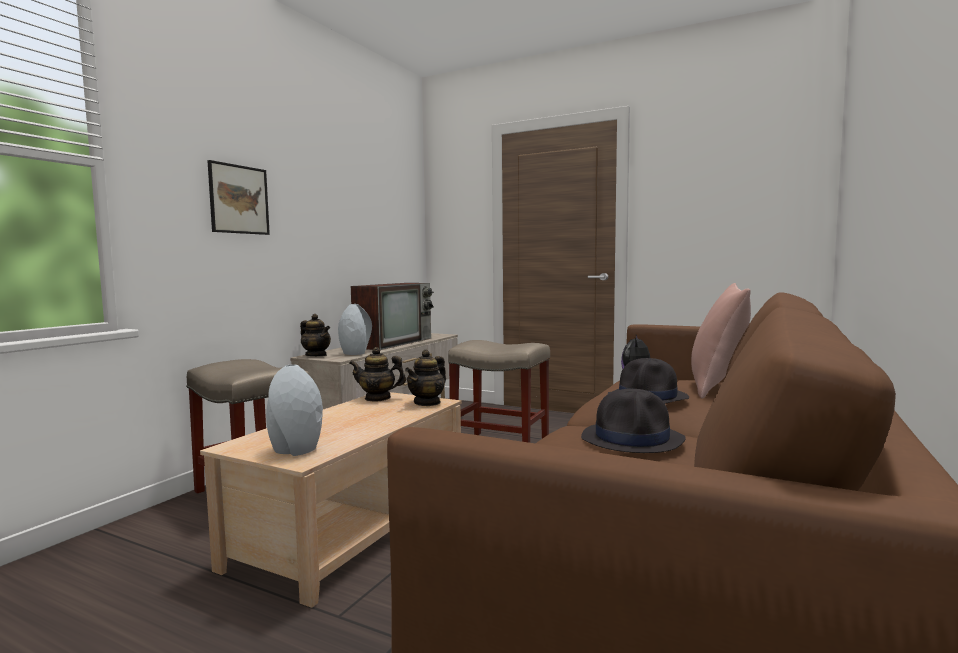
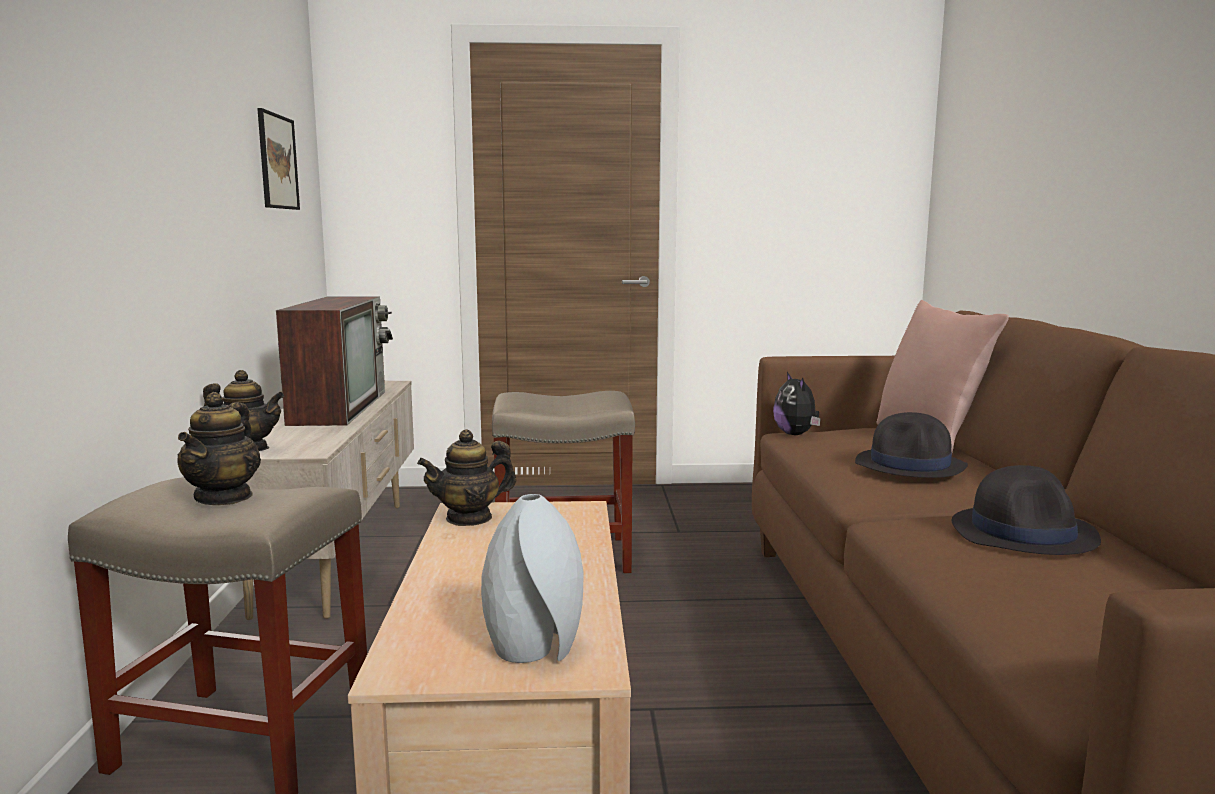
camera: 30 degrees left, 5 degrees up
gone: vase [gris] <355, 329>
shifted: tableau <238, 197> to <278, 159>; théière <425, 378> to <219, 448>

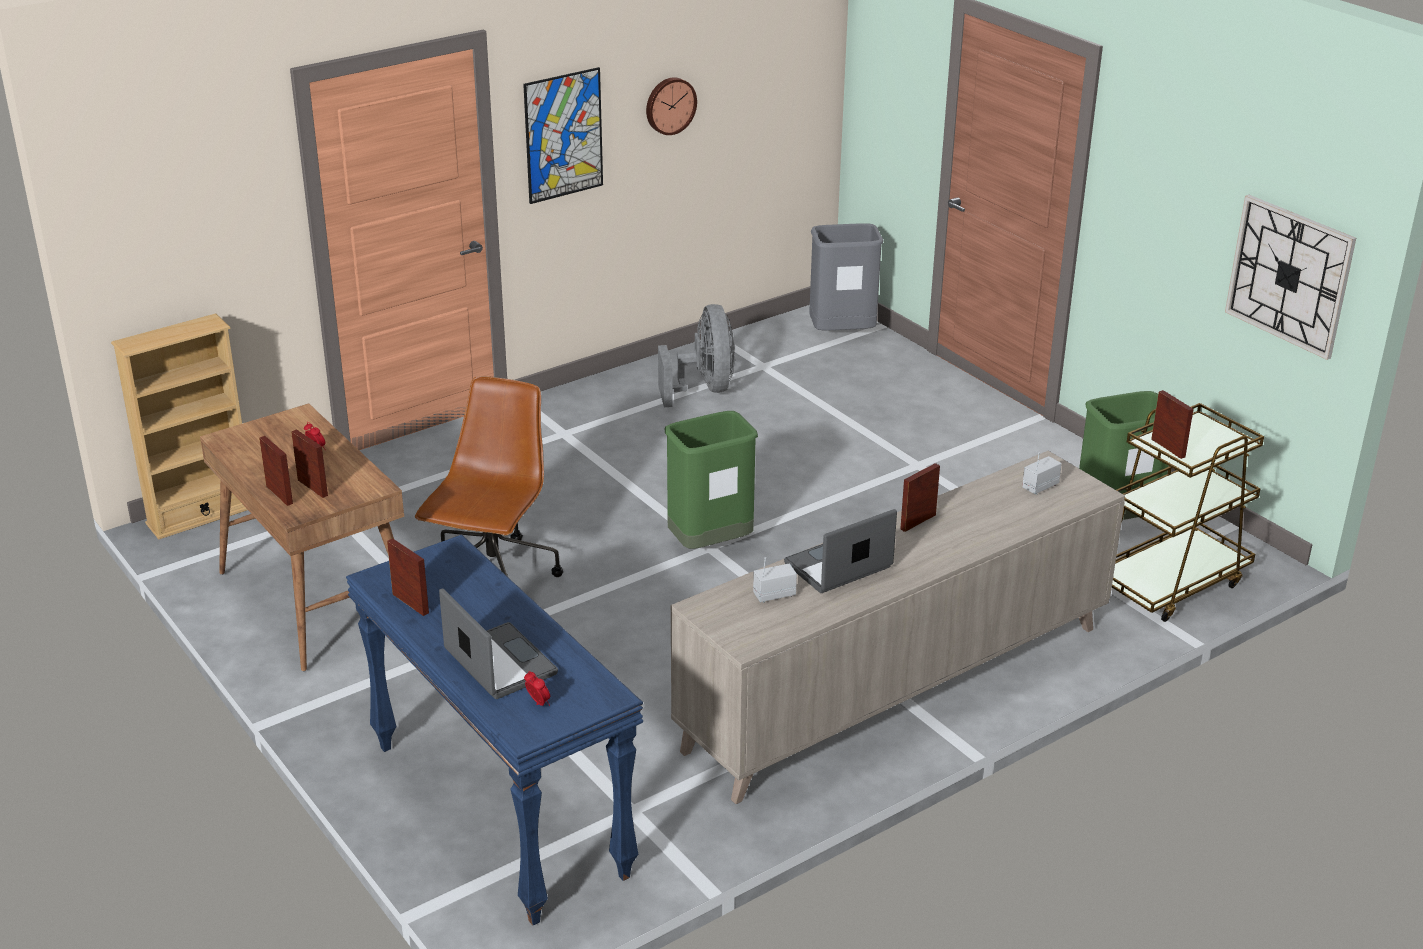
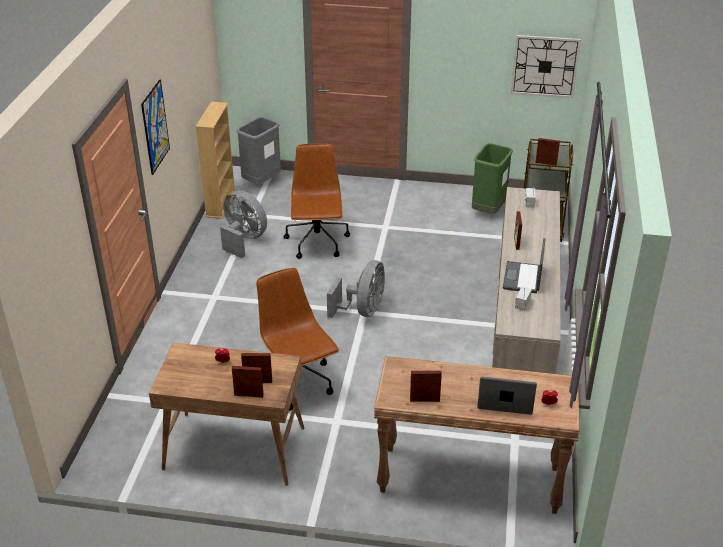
camera: 45 degrees left, 5 degrees up
gone: horloge murale <671, 106>
new: chaise de bureau [marron] <316, 201>
shifted: bibliothèque [beige] <179, 427> to <215, 160>
swapped: poubelle [vert] <711, 480> to ventilateur [gris] <356, 289>
repainted: table console [bleu] <494, 730> to table console [marron] <477, 435>

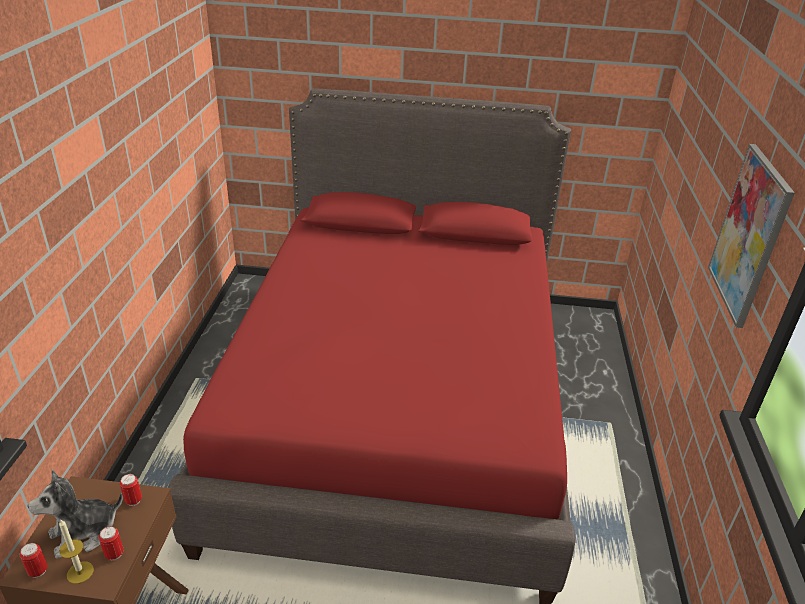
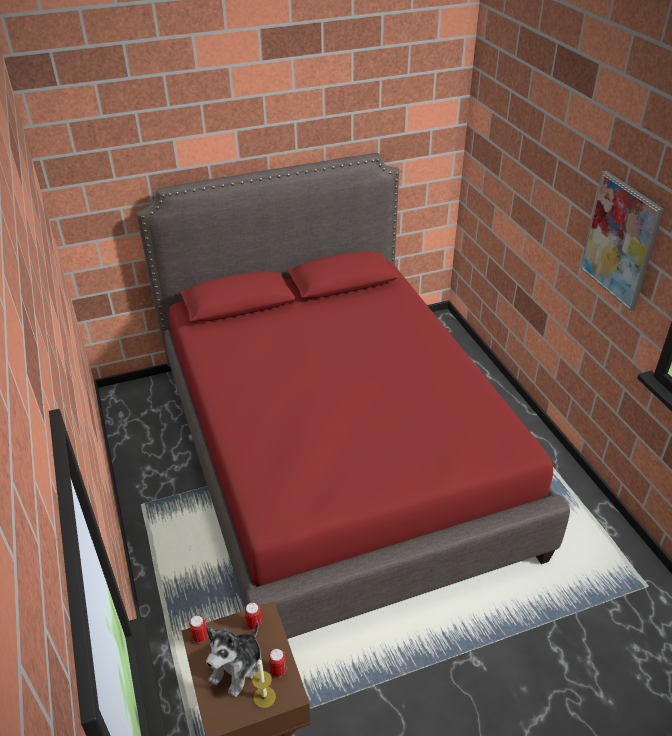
camera: 25 degrees left, 5 degrees up
shifted: boîte métallique <33, 560> to <198, 629>

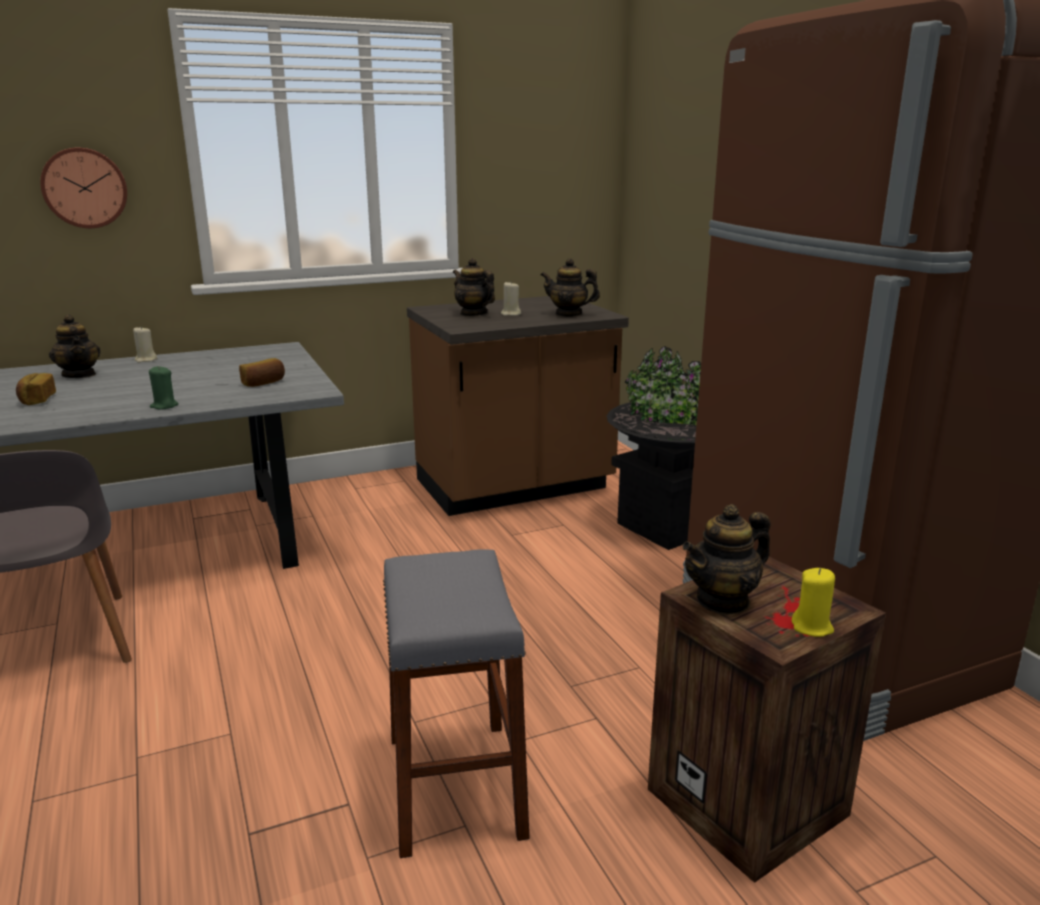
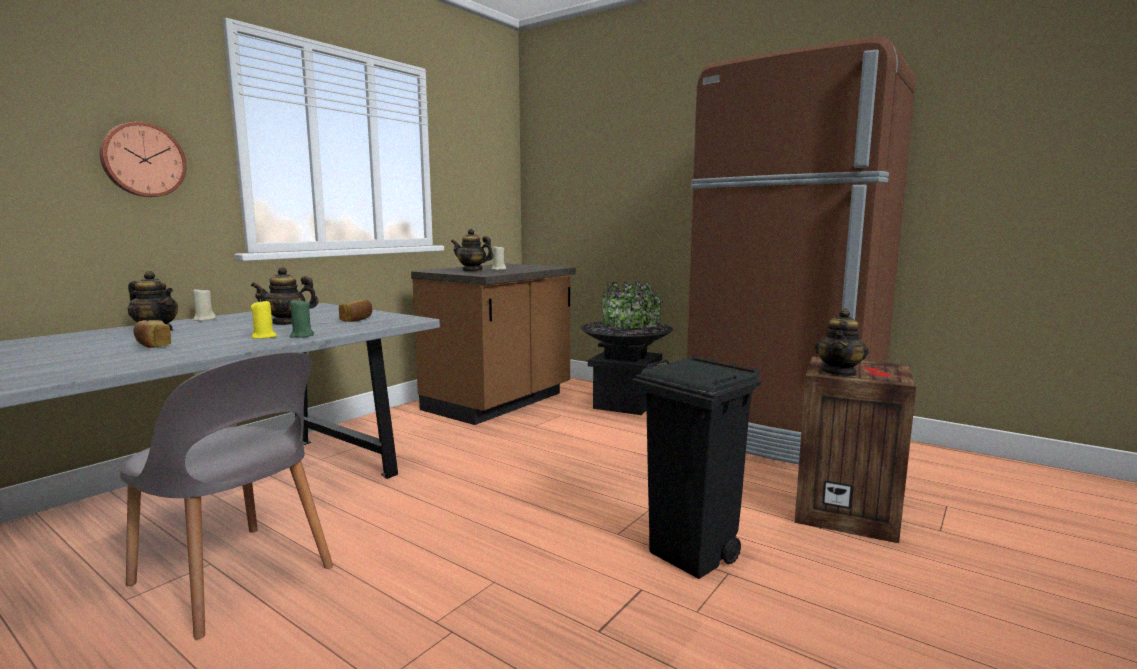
camera: 30 degrees left, 10 degrees down
shifted: théière <570, 287> to <285, 296>; bougie [jaune] <813, 602> to <264, 319>
swapped: tabouret [gris] <456, 703> to poubelle [noir] <697, 467>

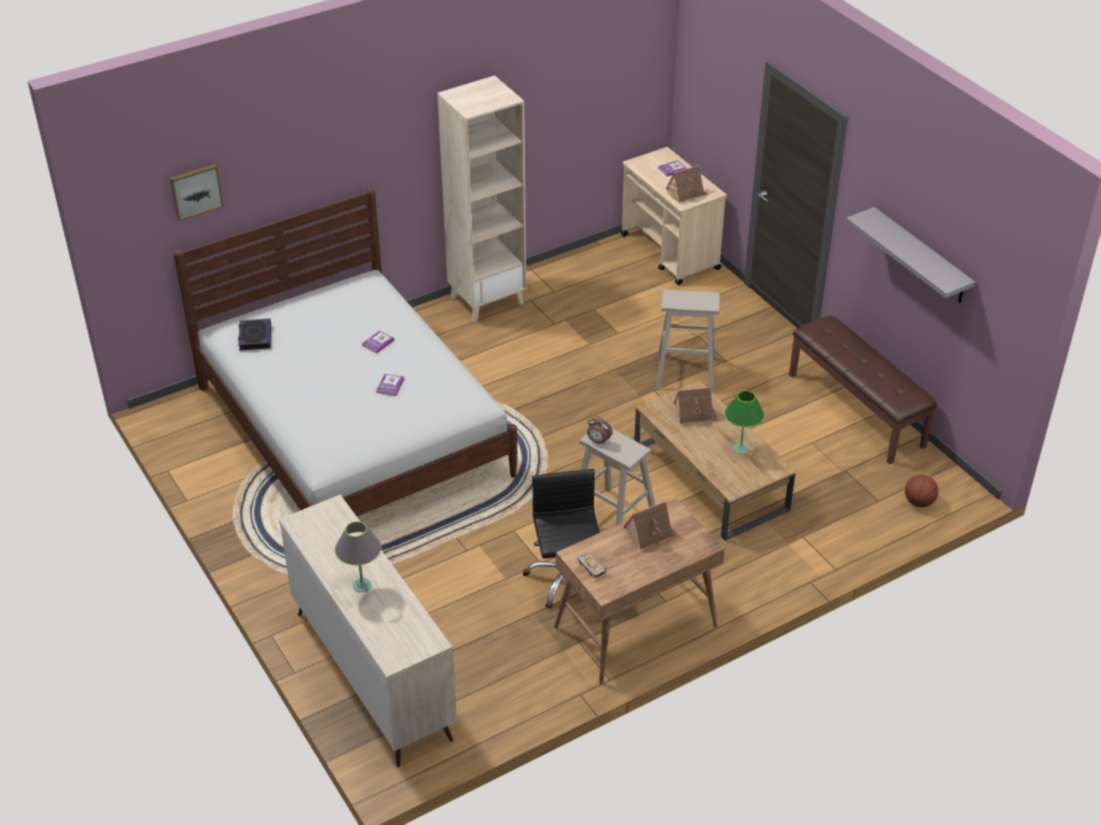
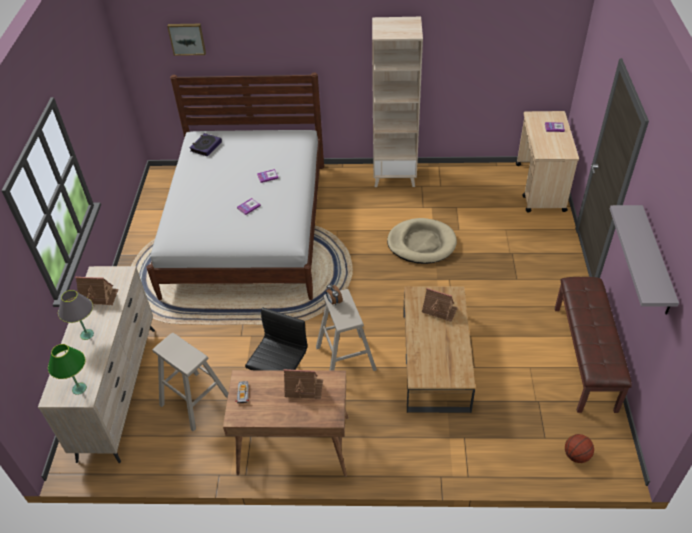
camera: 35 degrees right, 5 degrees up
new: panier pour chien [beige] <422, 241>
shifted: tabouret [beige] <688, 341> to <190, 382>; maison miniature <687, 184> to <97, 292>; lampe de table [vert] <744, 422> to <67, 369>

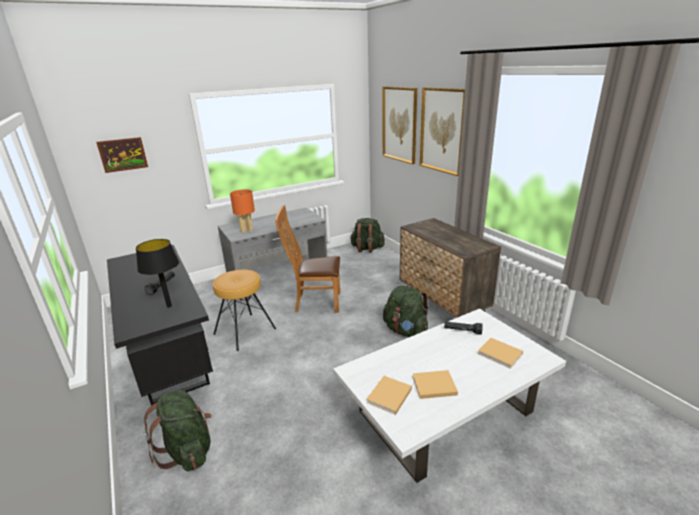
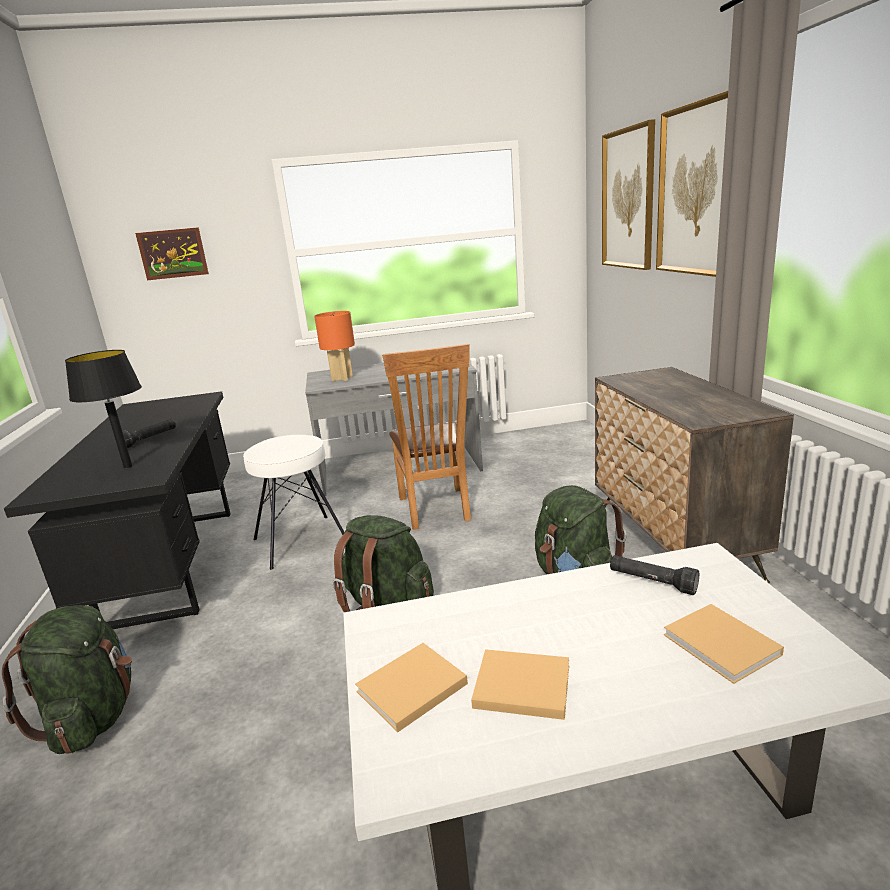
camera: 20 degrees right, 5 degrees down
shifted: sac à dos [vert] <368, 235> to <383, 563>
repainted: tabouret [marron] <244, 310> to tabouret [blanc] <294, 502>
rotated: chaise [marron] <307, 259> = <426, 437> 120 degrees counterclockwise

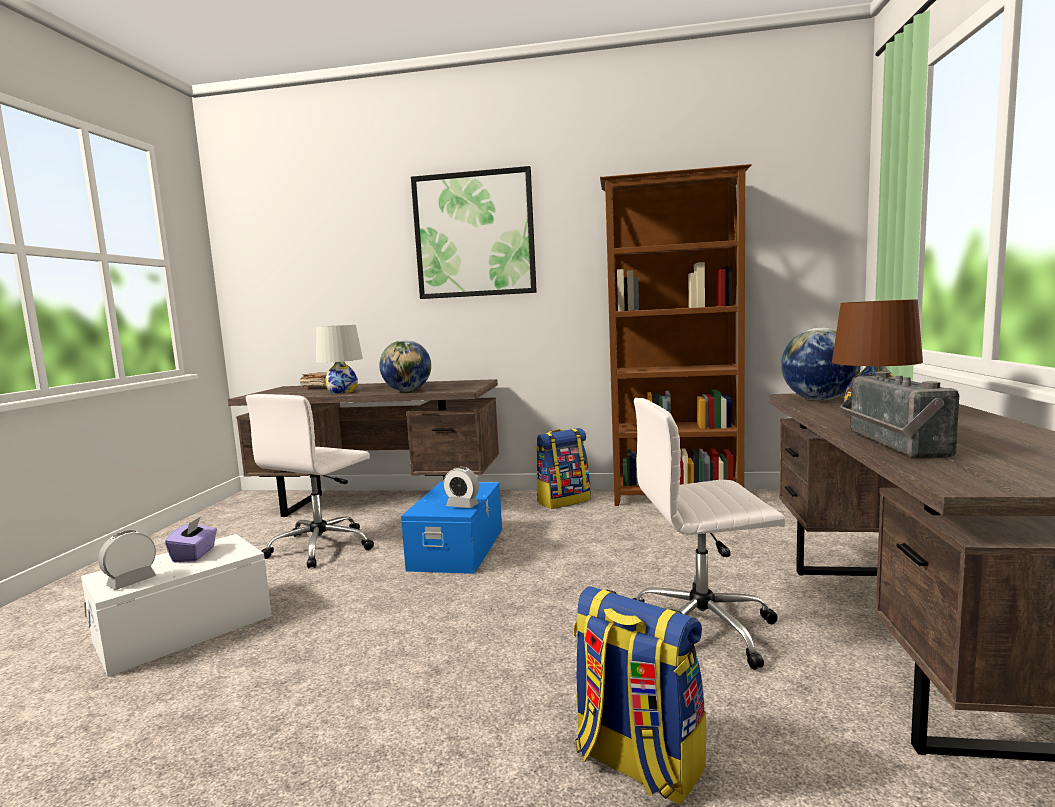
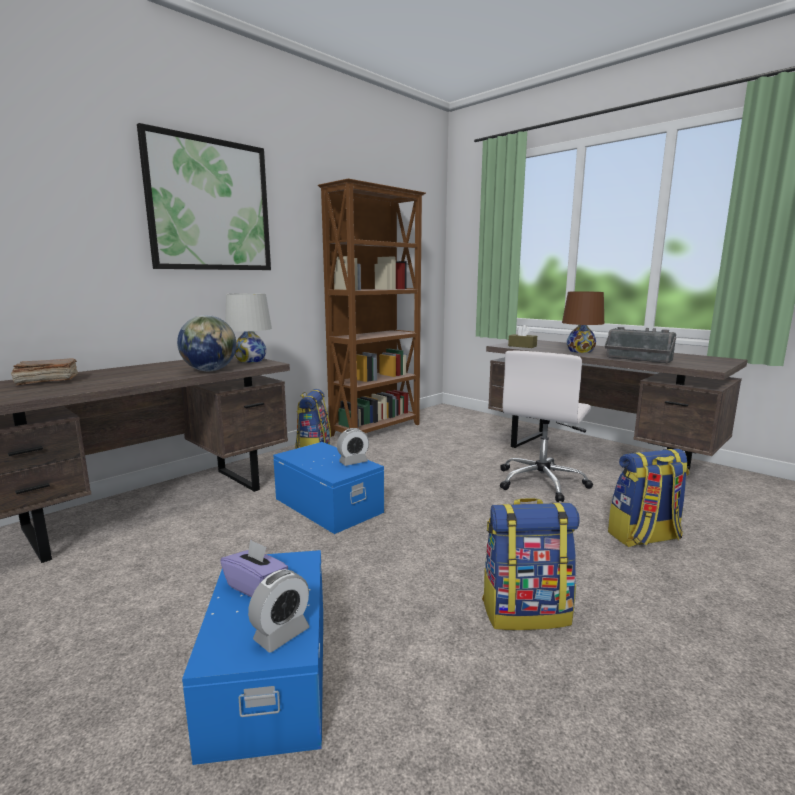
camera: 55 degrees left, 5 degrees up
gone: chaise de bureau [blanc] <310, 481>
new: sac à dos <531, 564>
shifted: lampe de table [blanc] <339, 359> to <248, 328>
swapped: globe <821, 364> to boîte à mouchoirs [marron] <522, 336>
repainted: boîte de rangement [blanc] <176, 605> to boîte de rangement [bleu] <252, 657>
rotated: réveil <127, 560> = <278, 610> 120 degrees counterclockwise

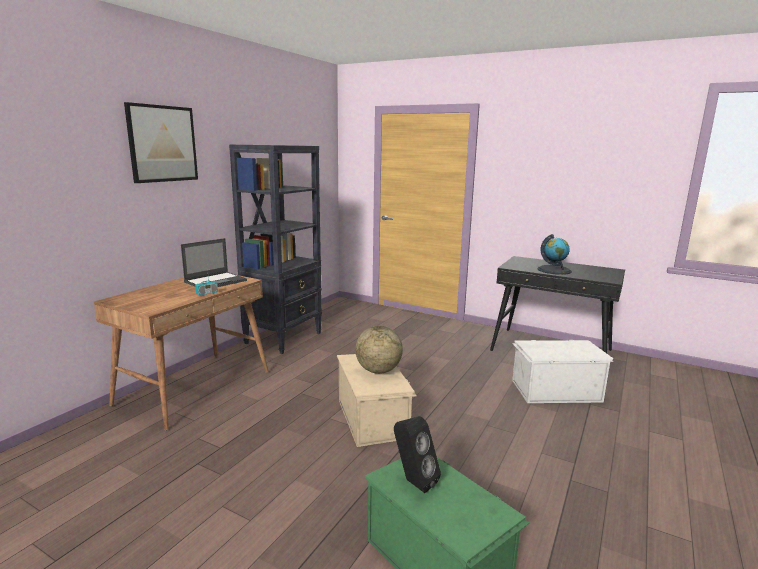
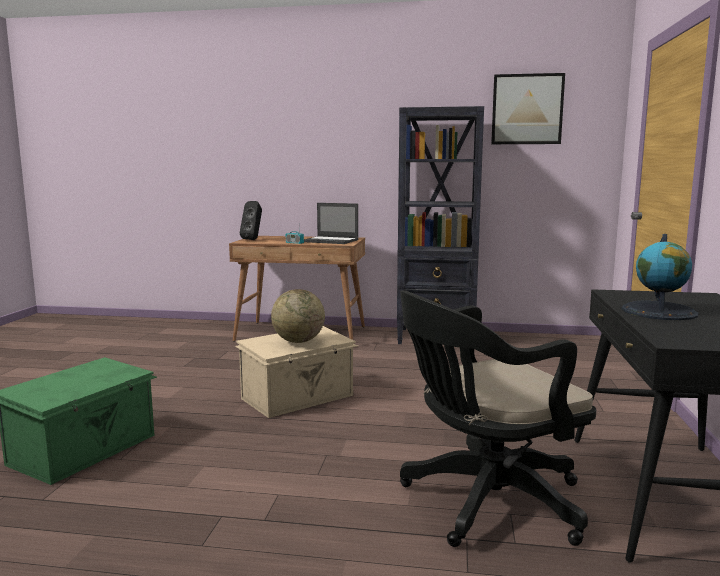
camera: 70 degrees right, 5 degrees down
shifted: tableau <161, 142> to <528, 108>; enceinte [noir] <417, 454> to <251, 220>
swapped: boîte de rangement [blanc] <563, 371> to chaise de bureau [noir] <498, 418>

